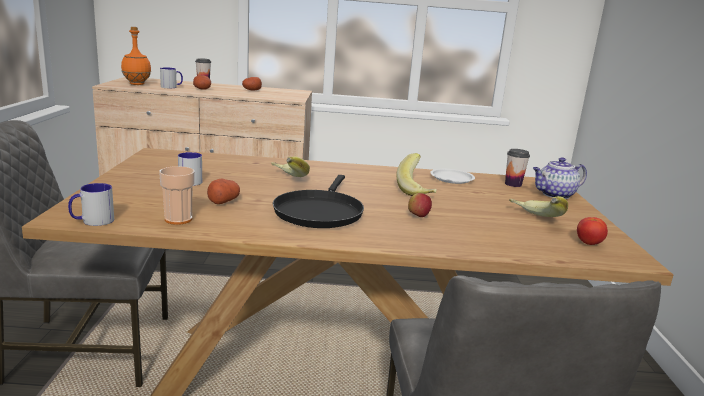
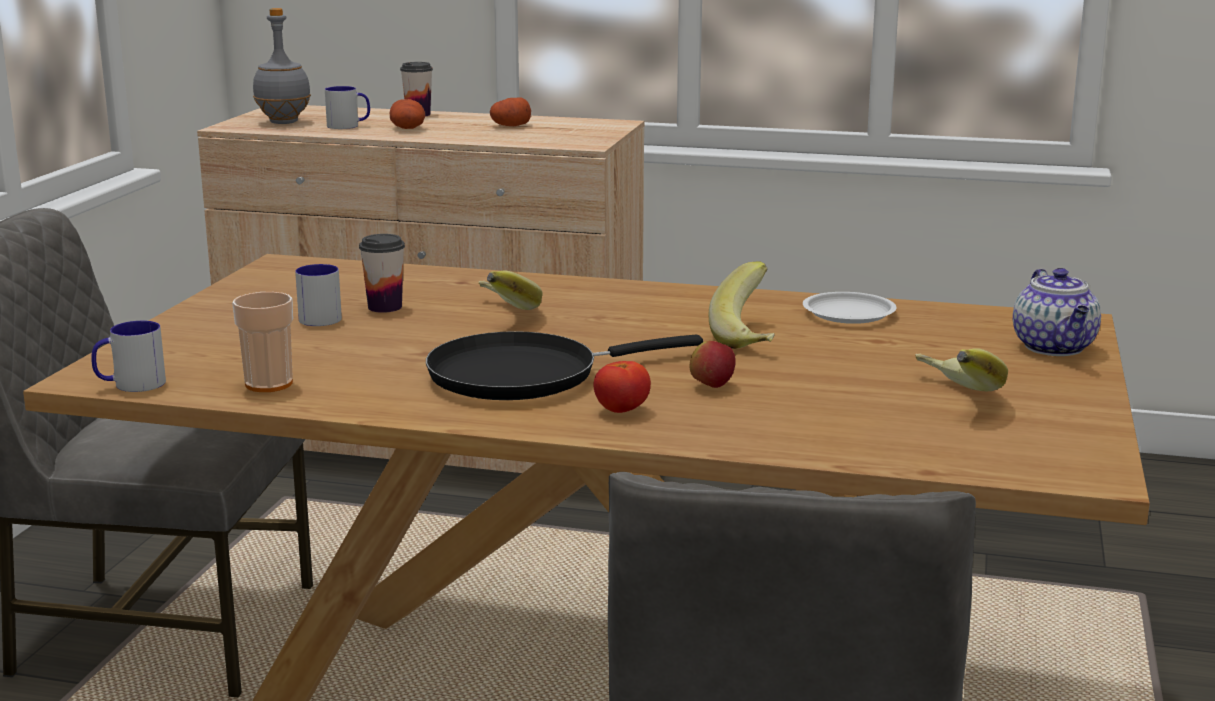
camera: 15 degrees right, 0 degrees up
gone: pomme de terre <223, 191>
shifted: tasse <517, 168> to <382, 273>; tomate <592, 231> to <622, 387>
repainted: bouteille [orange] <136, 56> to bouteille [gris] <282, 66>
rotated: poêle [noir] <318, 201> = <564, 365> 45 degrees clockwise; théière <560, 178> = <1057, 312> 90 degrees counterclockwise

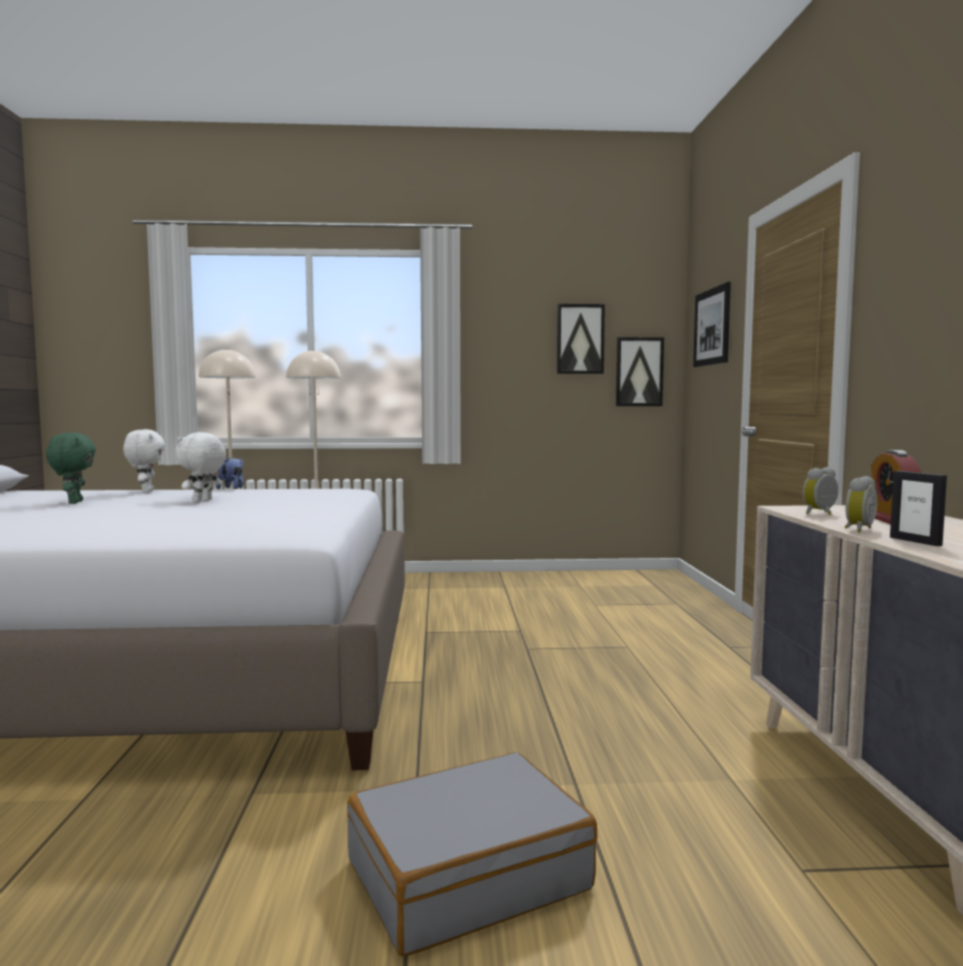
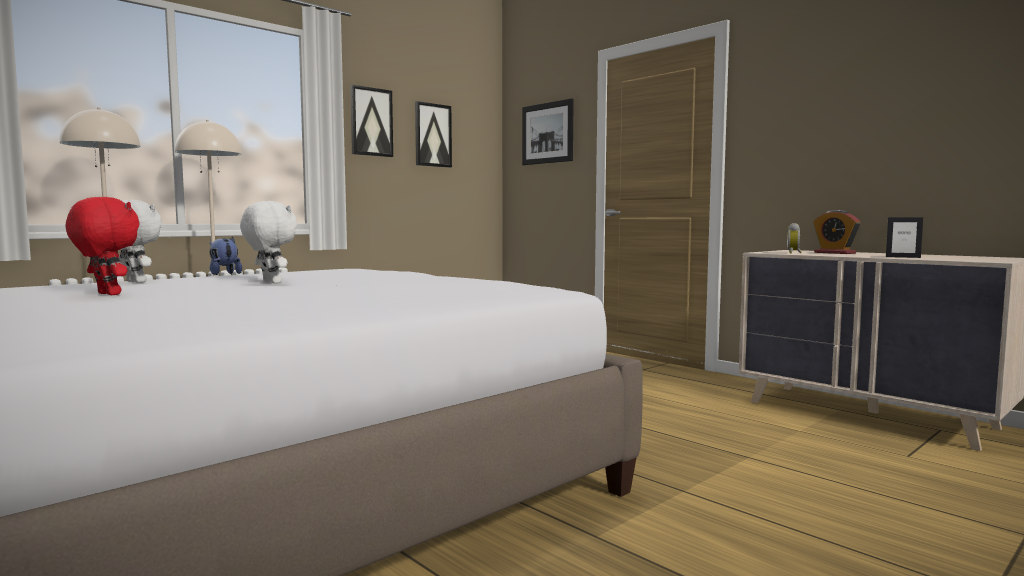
camera: 40 degrees left, 0 degrees up
gone: valise [gris] <472, 854>; réveil <861, 504>
shifted: tableau <640, 371> to <371, 121>
repainted: peluche [vert] <71, 468> to peluche [rouge] <103, 246>
rotated: peluche [blanc] <201, 467> = <268, 242> 150 degrees clockwise

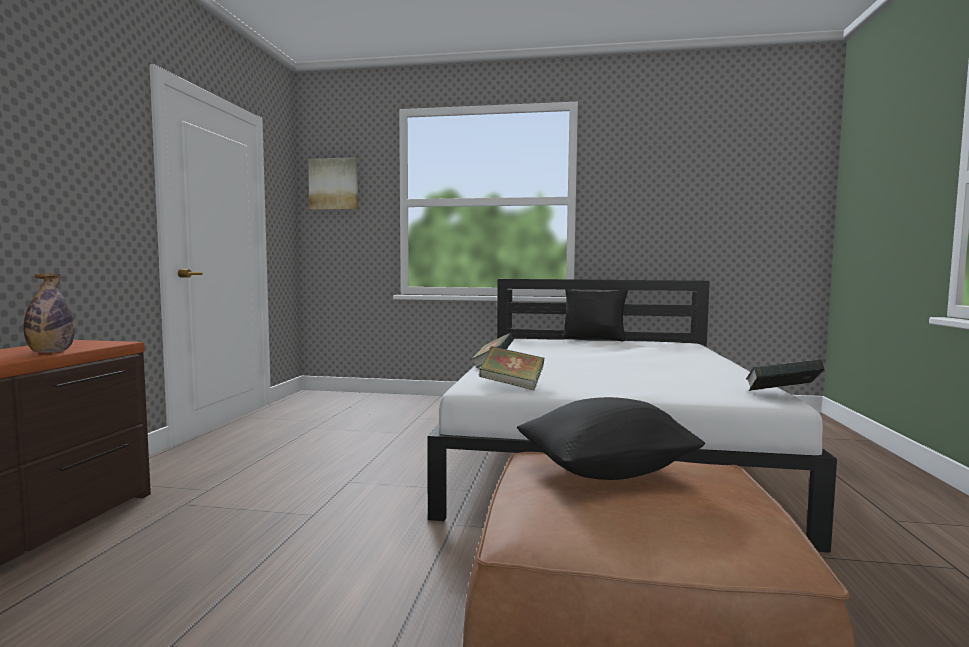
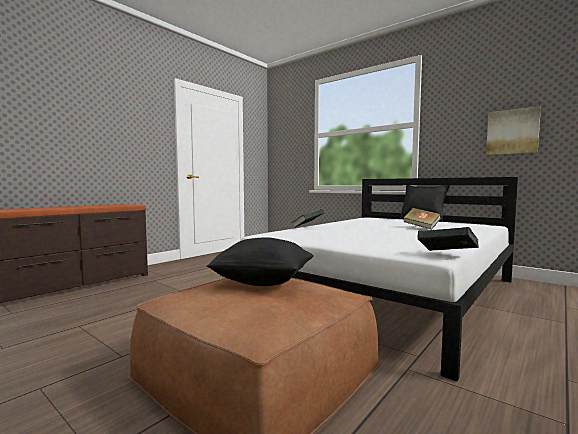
camera: 30 degrees right, 0 degrees up
gone: bouteille <49, 313>
shifted: tableau <333, 183> to <513, 130>; livre <511, 368> to <422, 219>

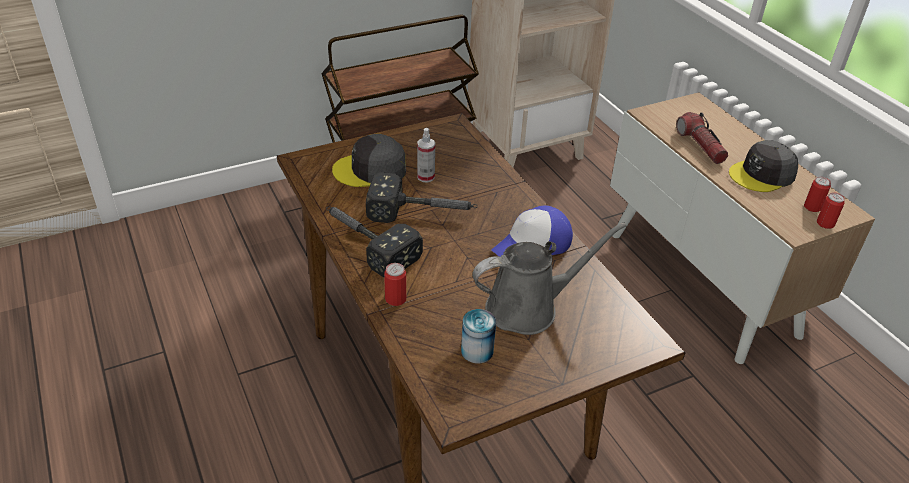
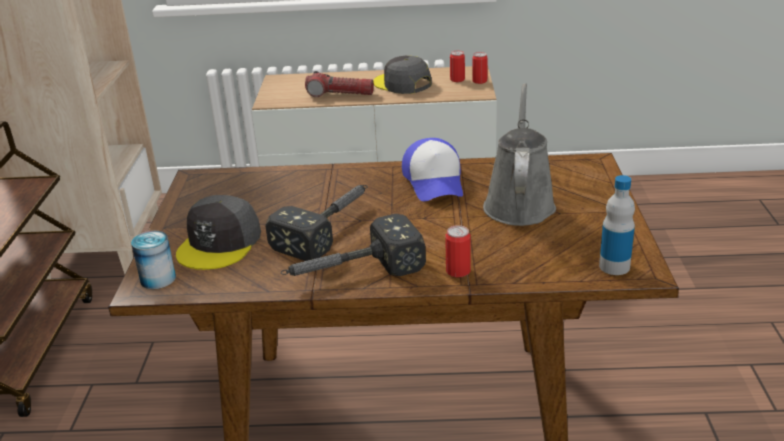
camera: 60 degrees left, 10 degrees down
gone: vaporisateur <426, 155>
new: bouteille <617, 225>
shifted: boîte métallique <478, 336> to <153, 260>
rotated: casquette [gris] <763, 166> = <402, 75> 135 degrees clockwise

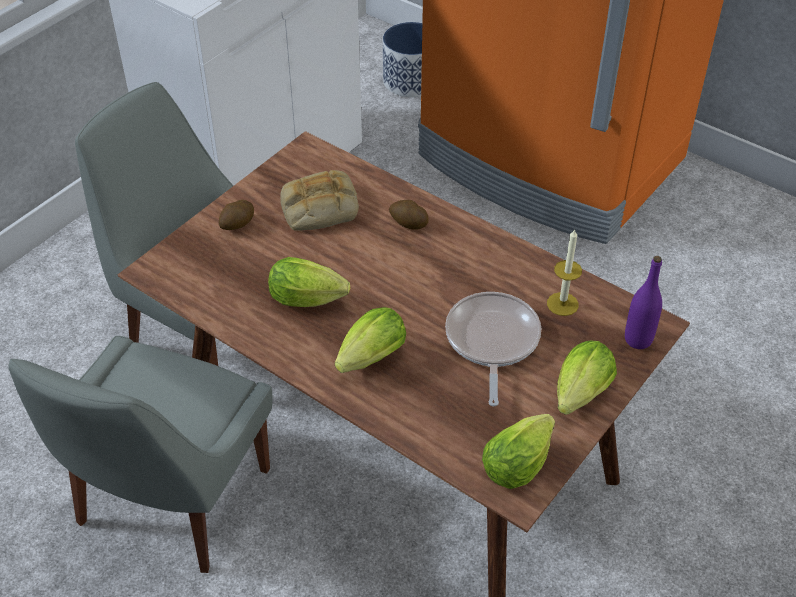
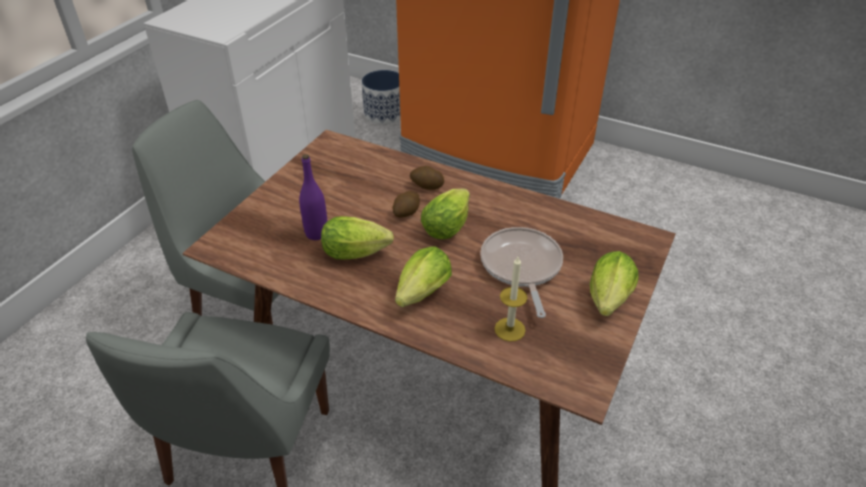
camera: 10 degrees left, 5 degrees down
gone: pain <319, 200>
shifted: pomme de terre <236, 215> to <406, 204>; laitue <518, 451> to <445, 214>; bougie <564, 272> to <511, 299>; bouteille [violet] <643, 302> to <313, 197>

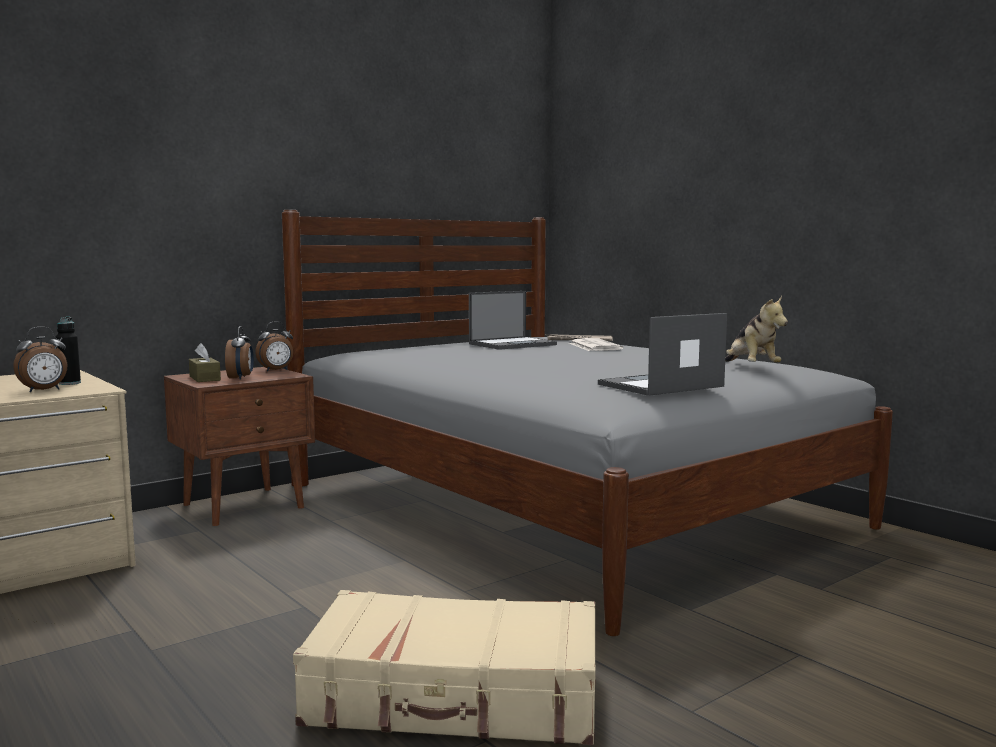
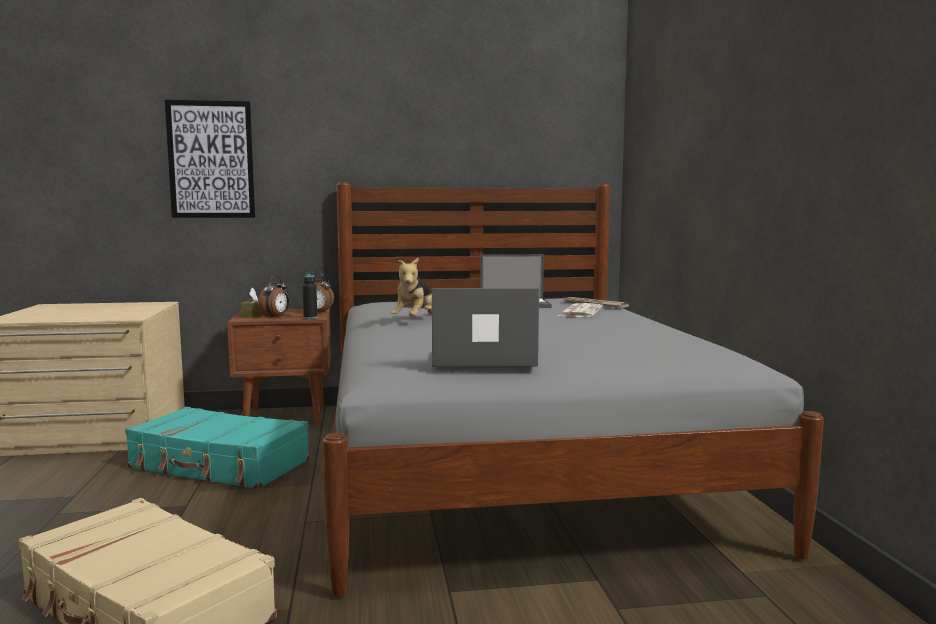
camera: 30 degrees right, 0 degrees up
gone: réveil <40, 359>
new: valise [turquoise] <217, 448>; tableau <210, 159>
shifted: bouteille [noir] <68, 351> to <310, 295>; peluche <756, 329> to <411, 287>

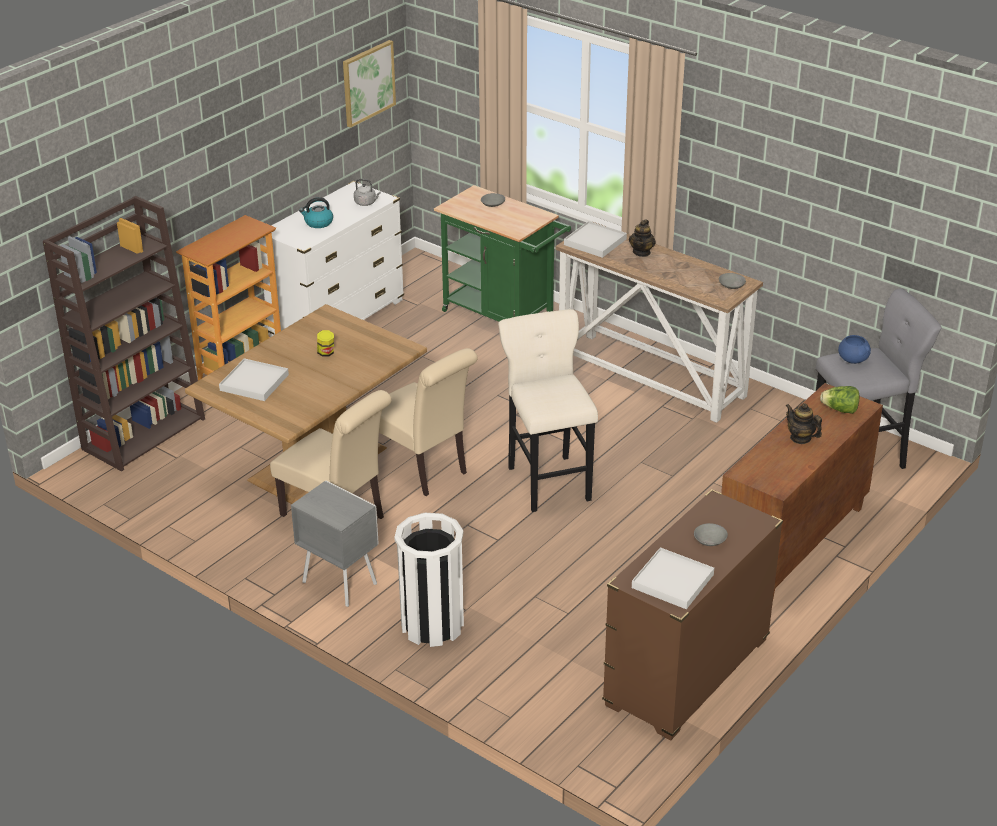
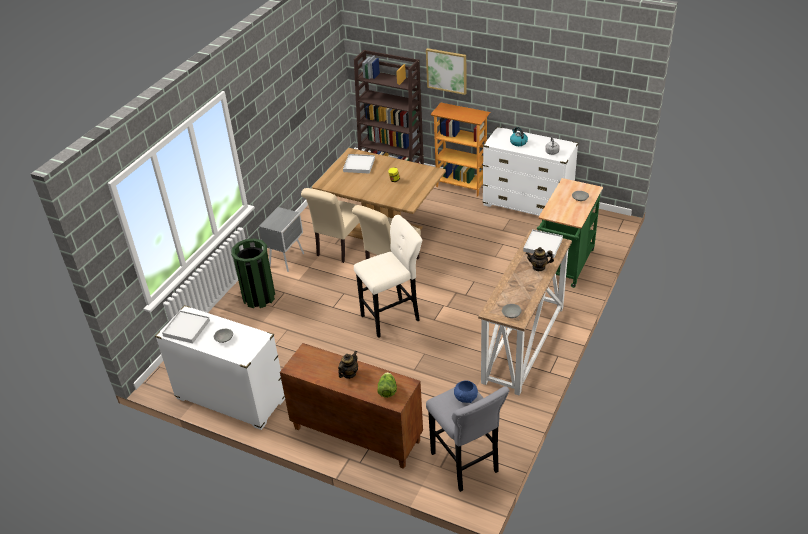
camera: 80 degrees right, 5 degrees up
shifted: tableau <369, 84> to <446, 71>
repainted: poubelle [blanc] <429, 580> to poubelle [vert] <253, 273>; commode [marron] <692, 615> to commode [blanc] <220, 367>

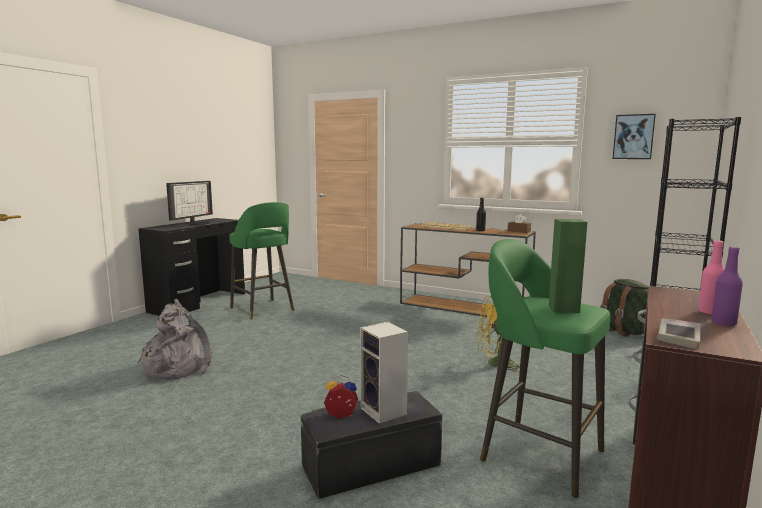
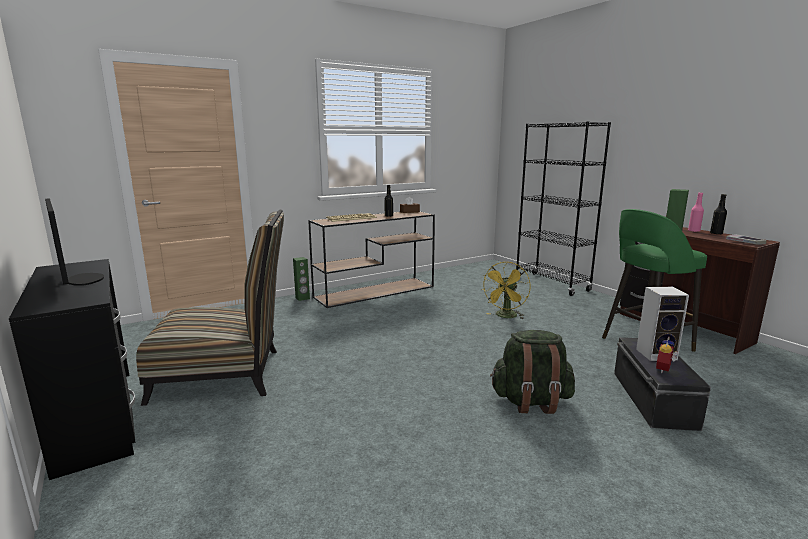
camera: 60 degrees left, 5 degrees up
gone: sac à dos [gris] <174, 339>; tableau <634, 136>
new: enceinte [vert] <301, 279>
shifted: sac à dos [vert] <624, 308> to <532, 372>
swapped: tabouret [vert] <262, 261> to chaise <210, 307>
repainted: bouteille [violet] <727, 286> to bouteille [noir] <718, 214>

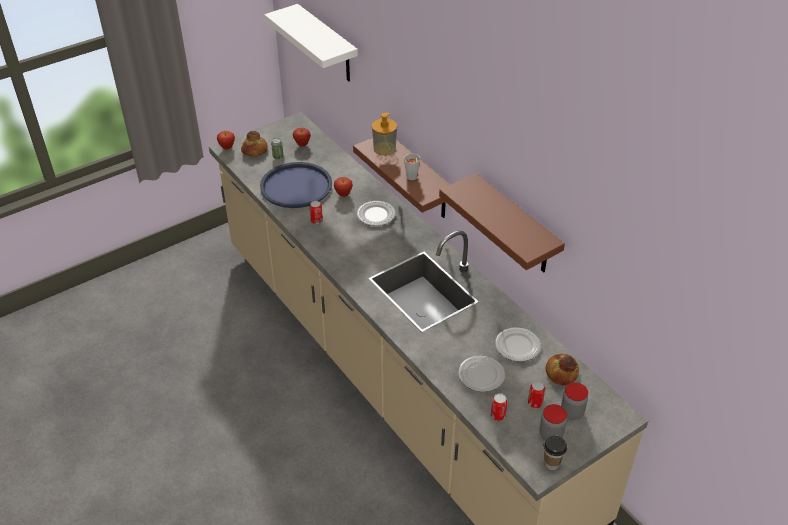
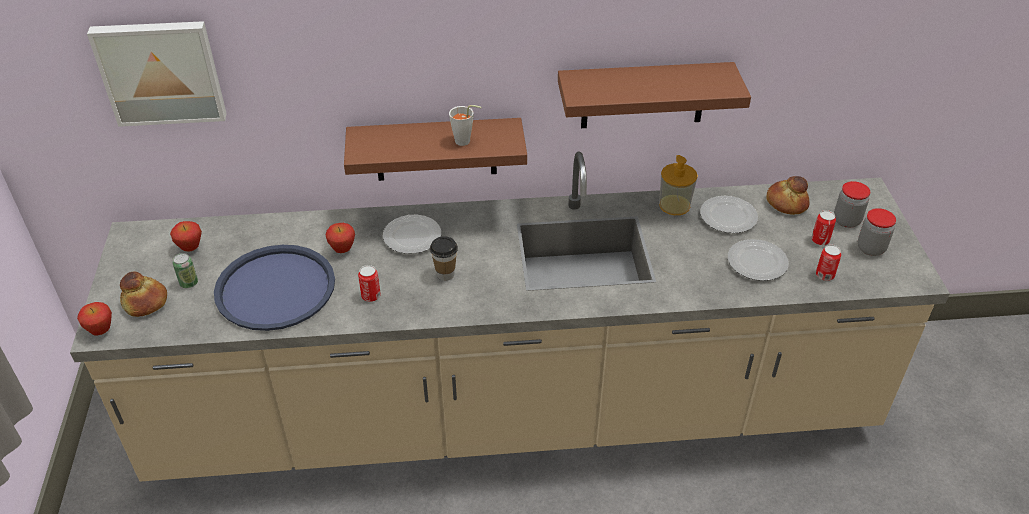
camera: 60 degrees left, 0 degrees up
shifted: distributeur de savon <384, 134> to <678, 185>; tasse <555, 452> to <444, 258>
swapped: étagère [blanc] <311, 42> to tableau <157, 74>

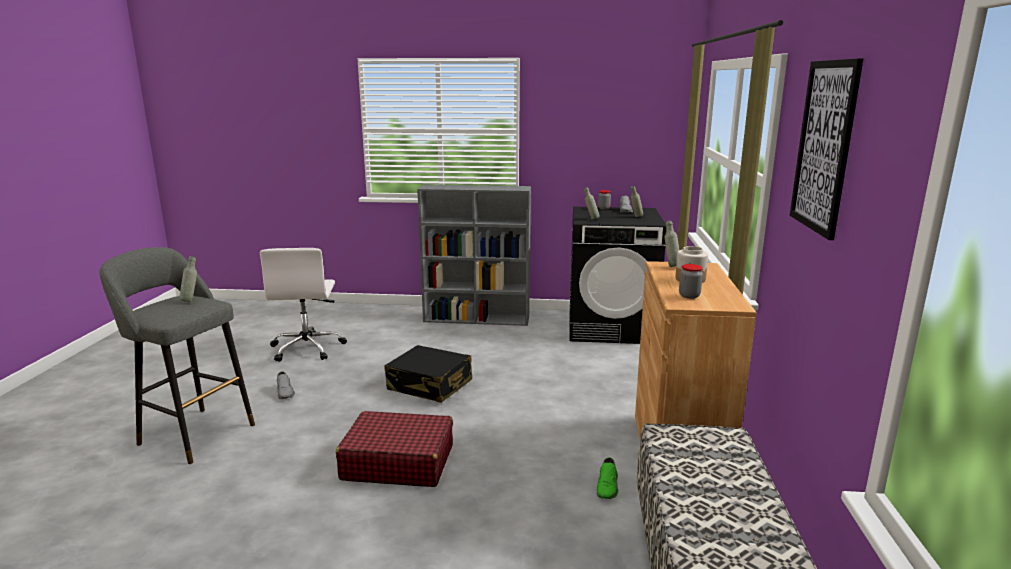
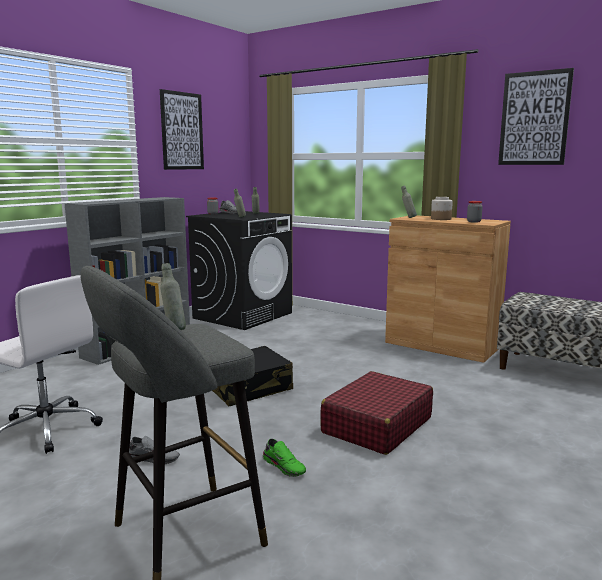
camera: 60 degrees left, 5 degrees down
new: tableau <182, 129>
shifted: chaussure [vert] <608, 478> to <284, 458>

